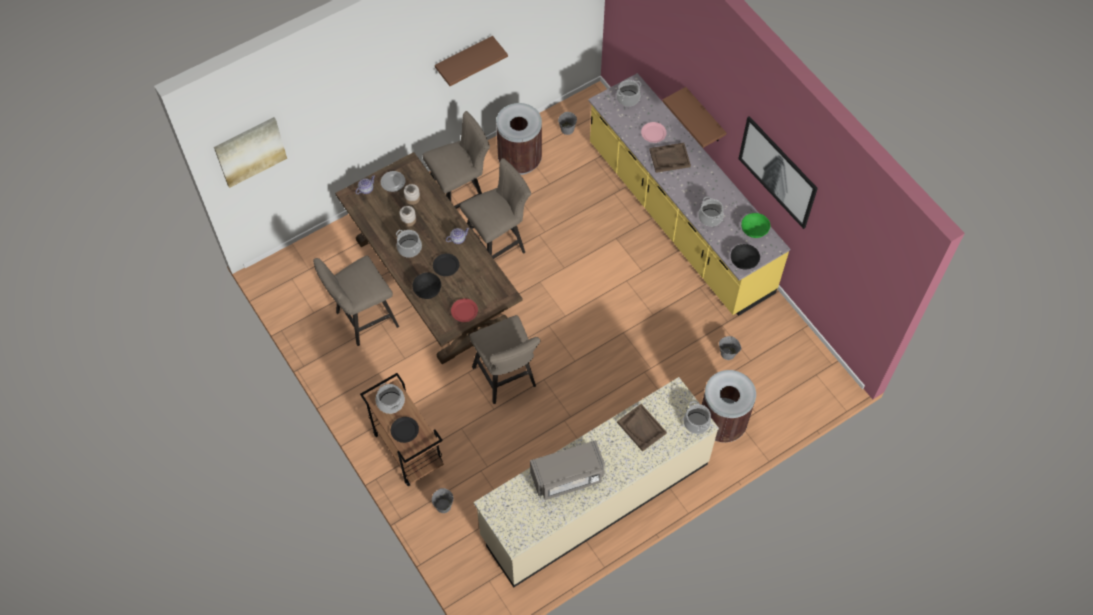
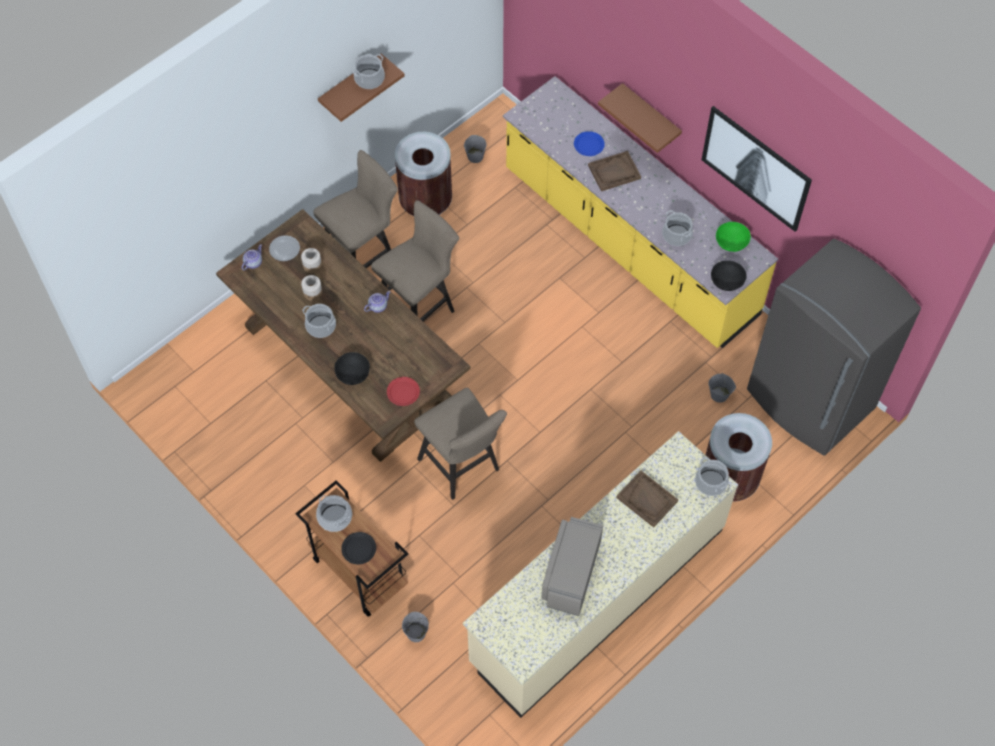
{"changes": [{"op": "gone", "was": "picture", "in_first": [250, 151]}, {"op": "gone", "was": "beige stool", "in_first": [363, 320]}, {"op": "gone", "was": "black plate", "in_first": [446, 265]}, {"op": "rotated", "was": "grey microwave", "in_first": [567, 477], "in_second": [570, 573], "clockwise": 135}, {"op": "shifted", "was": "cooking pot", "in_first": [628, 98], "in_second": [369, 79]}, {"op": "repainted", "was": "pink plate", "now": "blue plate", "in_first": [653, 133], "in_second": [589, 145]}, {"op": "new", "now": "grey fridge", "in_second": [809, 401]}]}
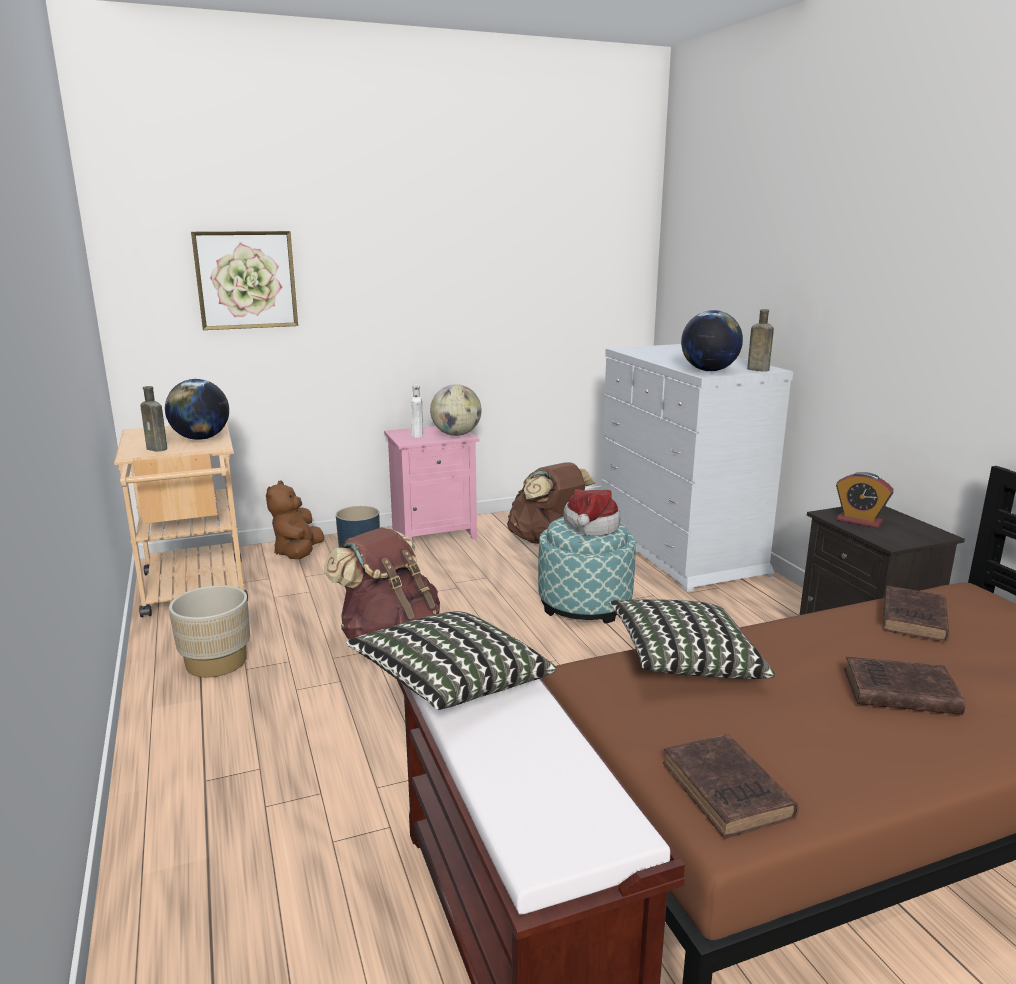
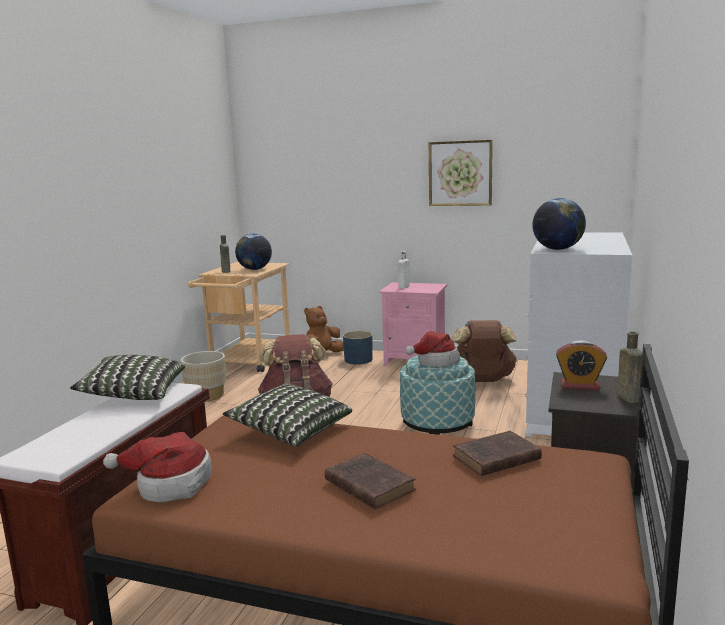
{"changes": [{"op": "shifted", "was": "picture", "in_first": [246, 280], "in_second": [460, 173]}, {"op": "gone", "was": "globe", "in_first": [456, 434]}, {"op": "swapped", "was": "brown book", "now": "hat", "in_first": [728, 792], "in_second": [169, 485]}, {"op": "shifted", "was": "brown bottle", "in_first": [756, 369], "in_second": [627, 397]}, {"op": "rotated", "was": "alarm clock", "in_first": [859, 521], "in_second": [579, 386], "clockwise": -60}]}
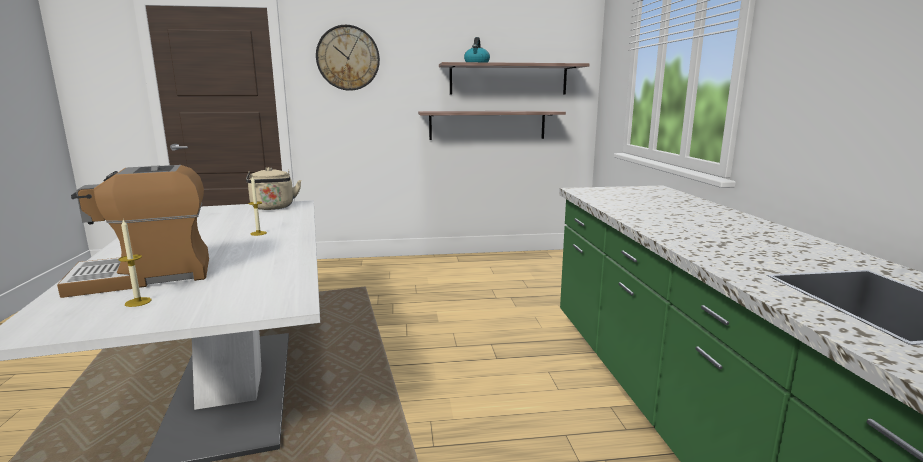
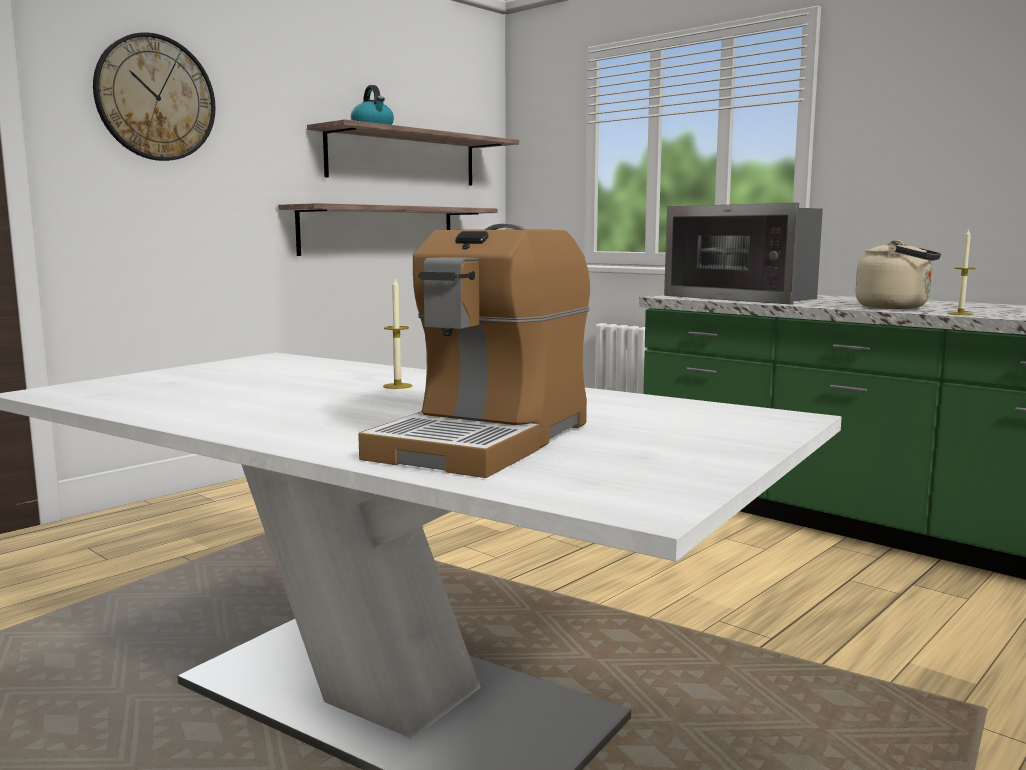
{"changes": [{"op": "shifted", "was": "candle", "in_first": [138, 302], "in_second": [960, 314]}, {"op": "shifted", "was": "beige kettle", "in_first": [273, 208], "in_second": [896, 307]}, {"op": "new", "now": "microwave", "in_second": [745, 297]}]}
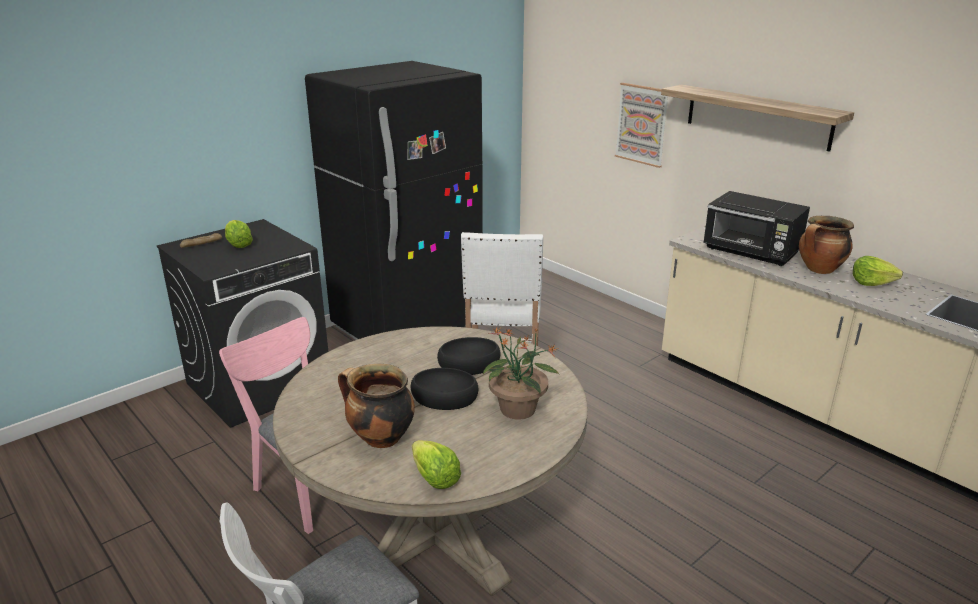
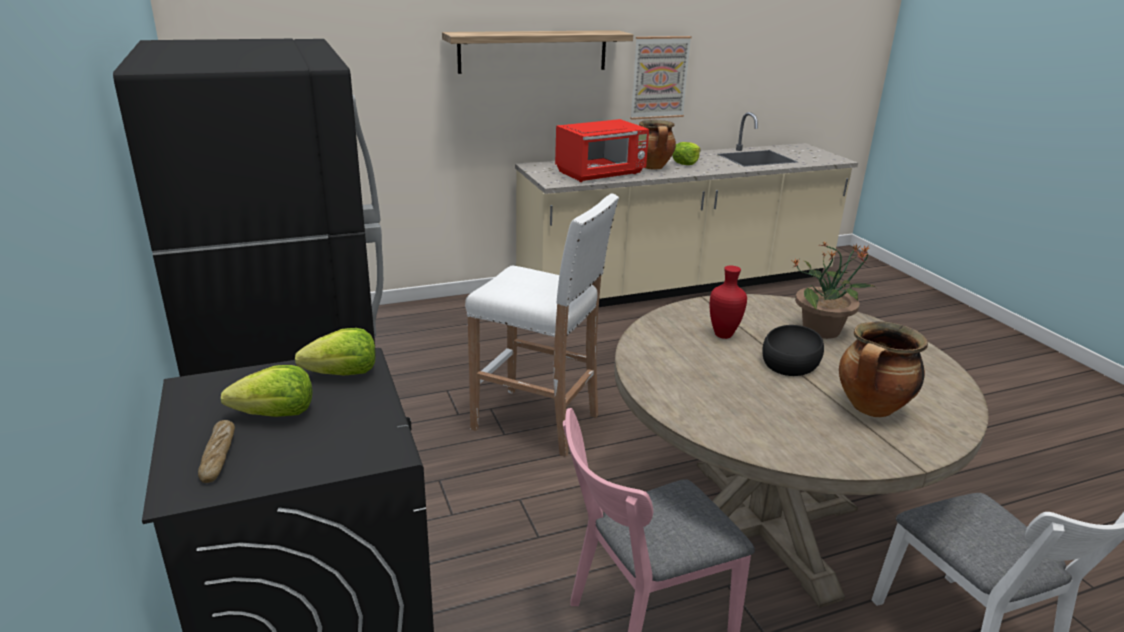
{"changes": [{"op": "shifted", "was": "lettuce", "in_first": [434, 478], "in_second": [343, 374]}, {"op": "swapped", "was": "black bowl", "now": "red vase", "in_first": [468, 364], "in_second": [724, 335]}, {"op": "shifted", "was": "picture", "in_first": [642, 124], "in_second": [659, 77]}, {"op": "repainted", "was": "black microwave", "now": "red microwave", "in_first": [751, 252], "in_second": [601, 174]}]}
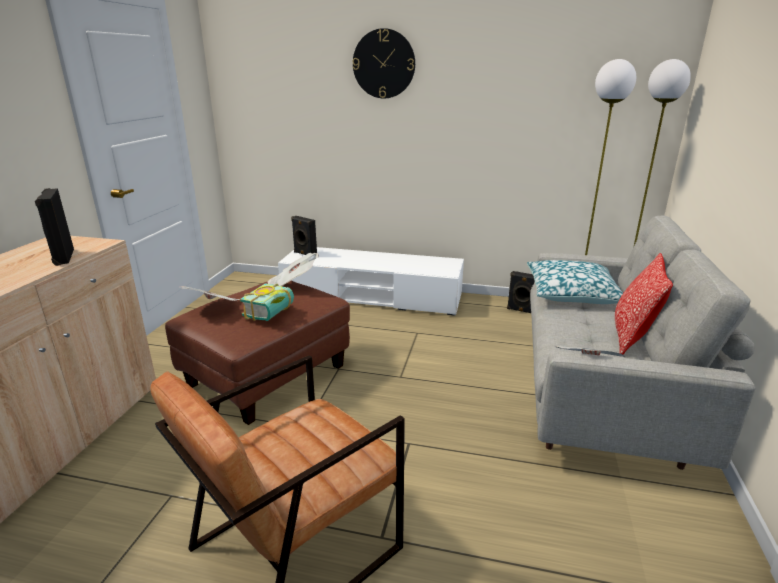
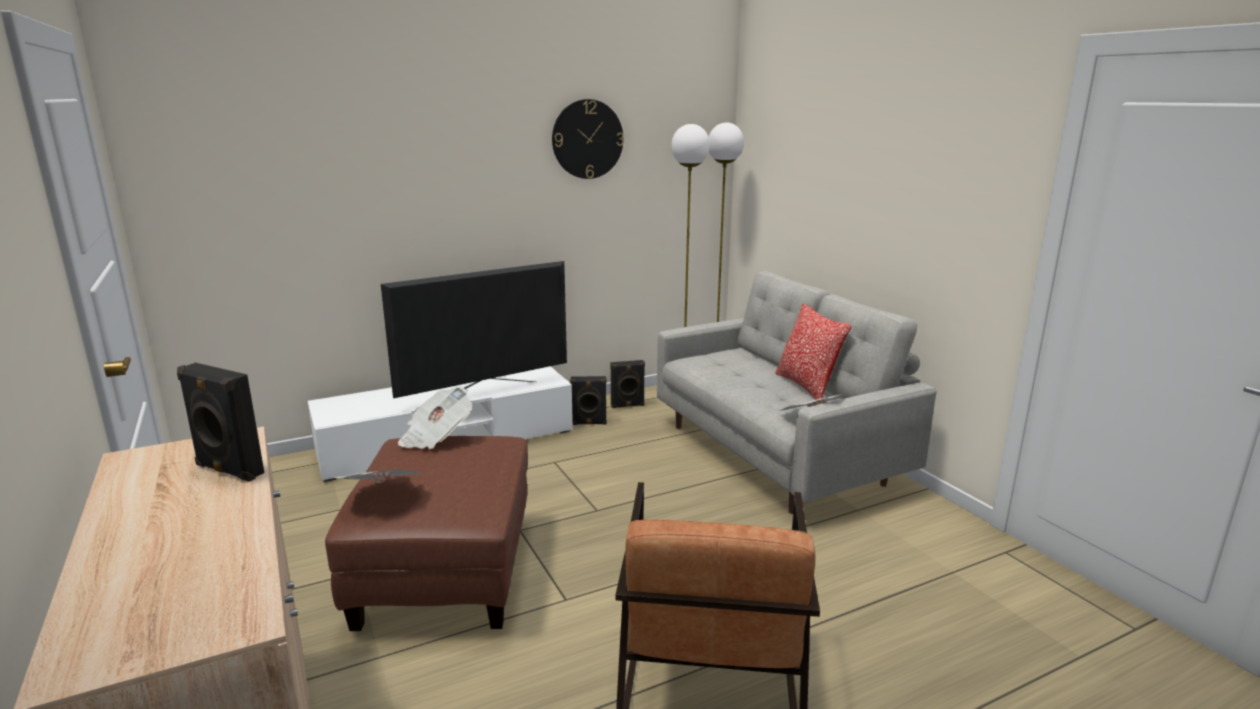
{"changes": [{"op": "gone", "was": "book", "in_first": [273, 313]}, {"op": "shifted", "was": "black speaker", "in_first": [304, 254], "in_second": [589, 423]}, {"op": "shifted", "was": "wall clock", "in_first": [384, 64], "in_second": [587, 139]}, {"op": "gone", "was": "pillow", "in_first": [572, 293]}, {"op": "new", "now": "television", "in_second": [485, 392]}]}
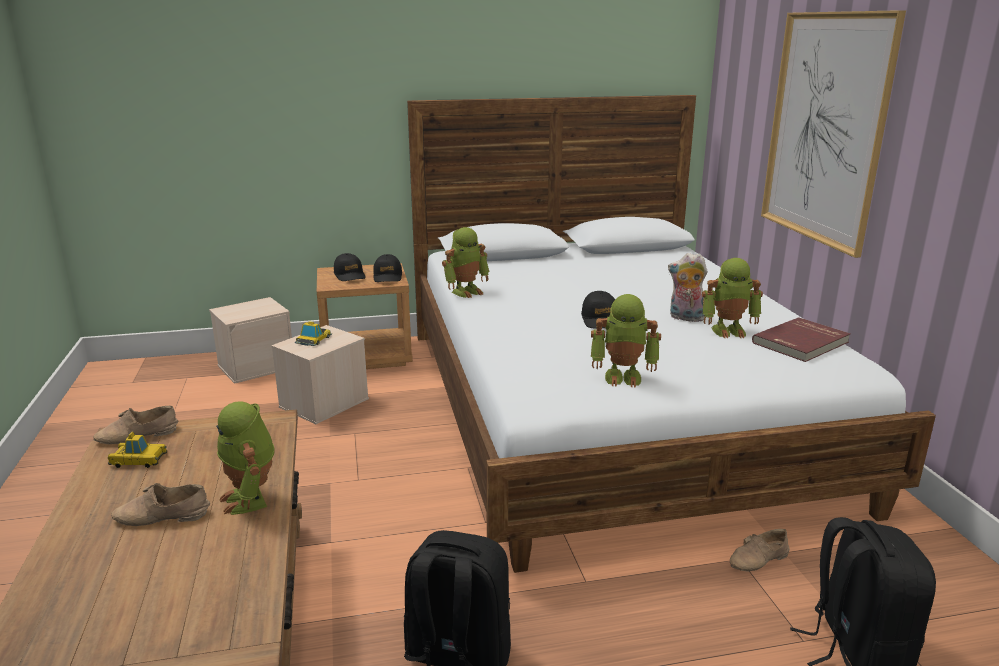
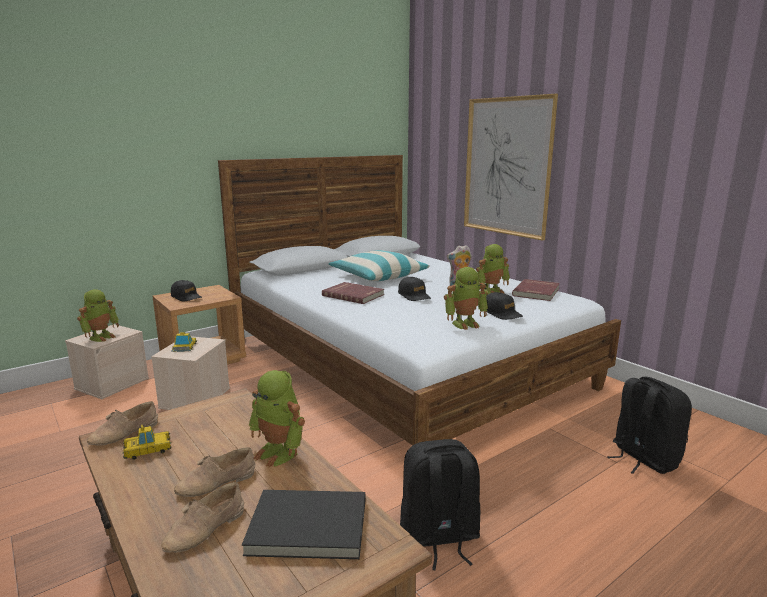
{"changes": [{"op": "shifted", "was": "black cap", "in_first": [388, 276], "in_second": [502, 313]}, {"op": "shifted", "was": "toy robot", "in_first": [466, 291], "in_second": [101, 337]}, {"op": "shifted", "was": "beige shoe", "in_first": [759, 559], "in_second": [206, 529]}, {"op": "new", "now": "black book", "in_second": [307, 528]}, {"op": "new", "now": "red book", "in_second": [353, 295]}, {"op": "new", "now": "pillow", "in_second": [378, 276]}]}
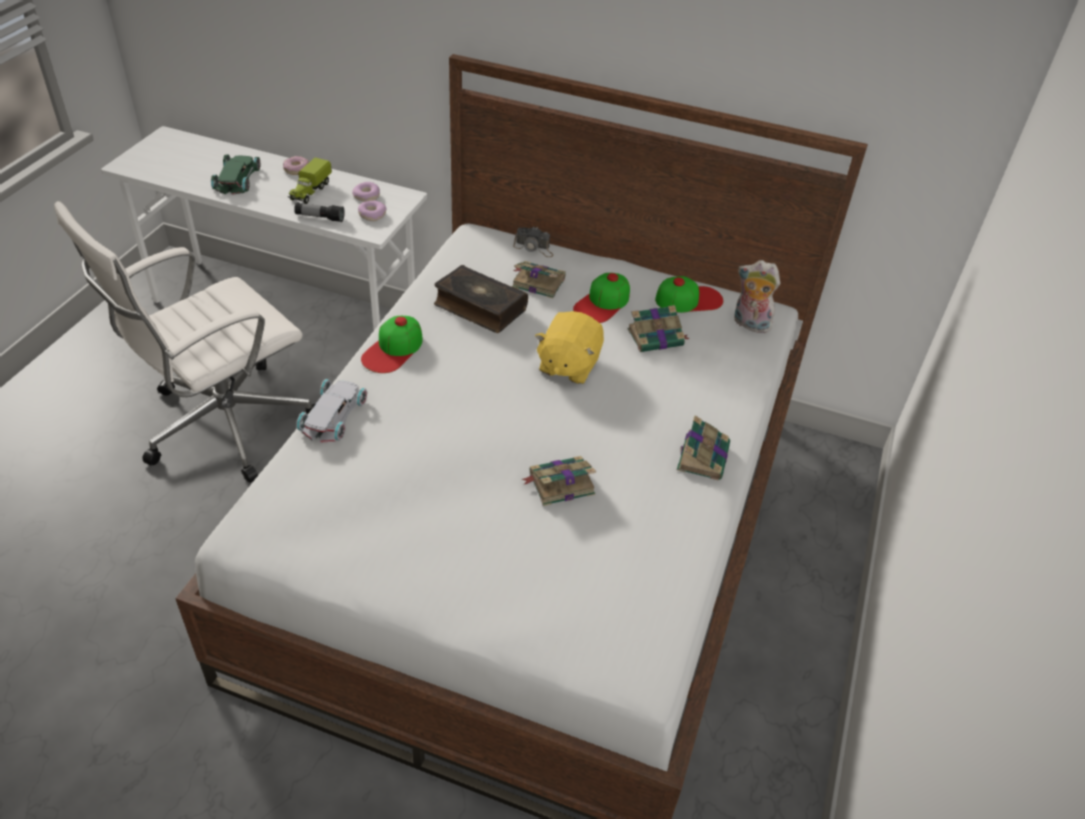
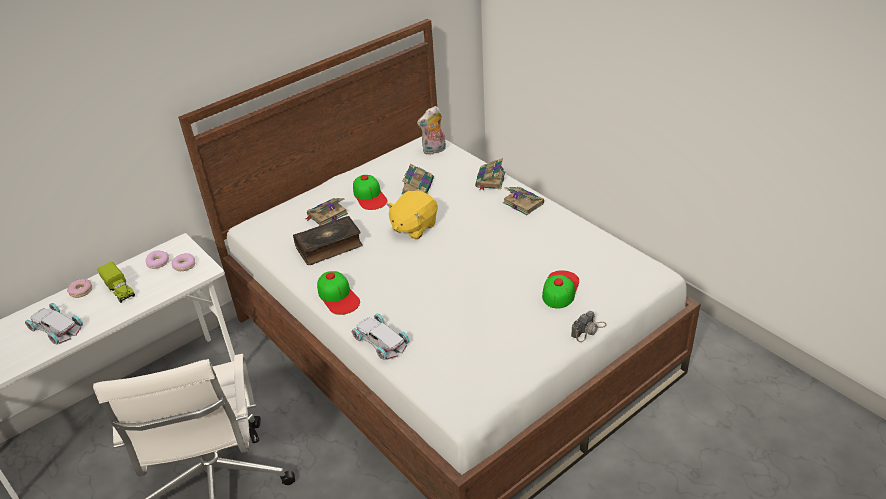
{"changes": [{"op": "repainted", "was": "green toy car", "now": "white toy car", "in_first": [238, 178], "in_second": [56, 327]}, {"op": "gone", "was": "flashlight", "in_first": [320, 218]}, {"op": "shifted", "was": "photo camera", "in_first": [534, 248], "in_second": [588, 330]}, {"op": "shifted", "was": "book", "in_first": [559, 484], "in_second": [490, 180]}, {"op": "rotated", "was": "yellow plush toy", "in_first": [568, 365], "in_second": [413, 227], "clockwise": 75}, {"op": "shifted", "was": "cap", "in_first": [689, 299], "in_second": [560, 289]}]}
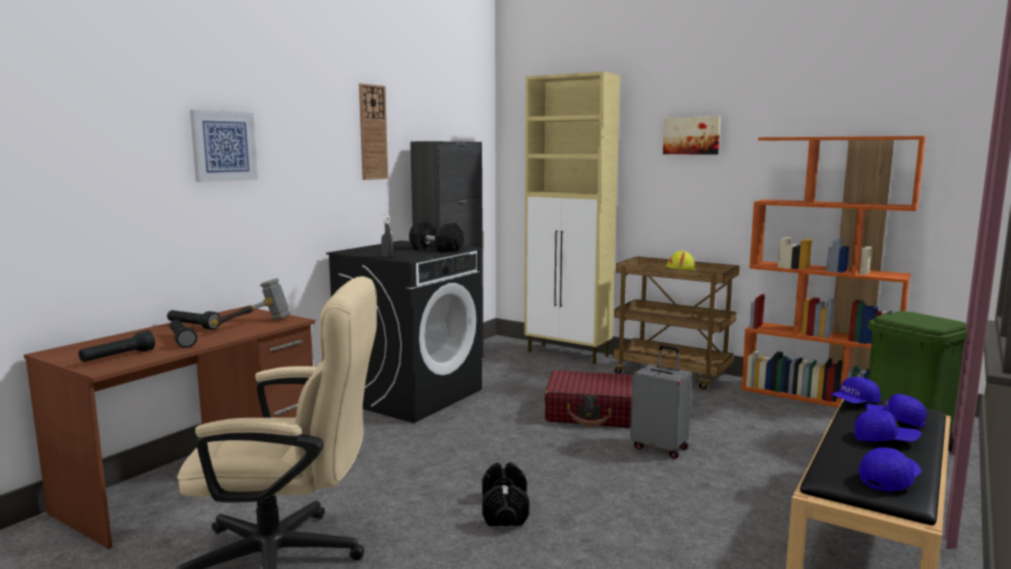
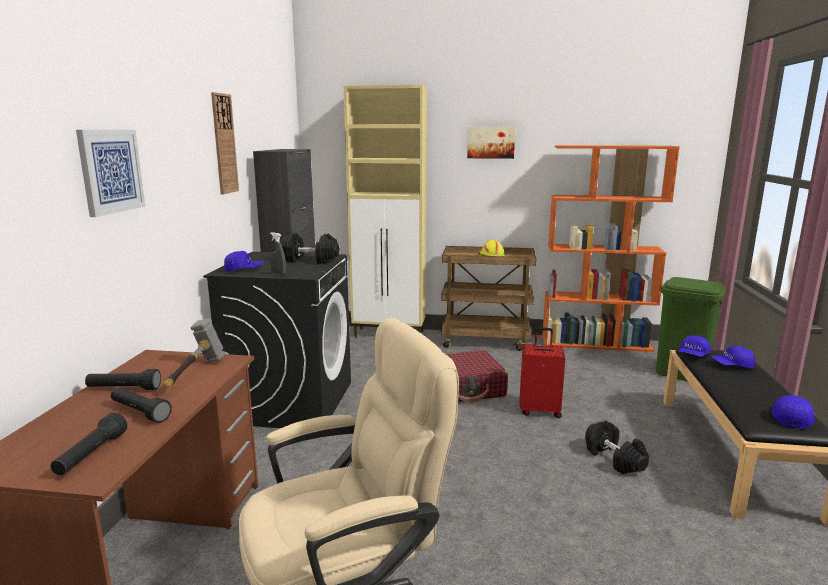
{"changes": [{"op": "shifted", "was": "black dumbbell", "in_first": [505, 511], "in_second": [615, 459]}, {"op": "repainted", "was": "grey suitcase", "now": "red suitcase", "in_first": [660, 447], "in_second": [540, 410]}, {"op": "shifted", "was": "blue cap", "in_first": [885, 440], "in_second": [244, 270]}]}
